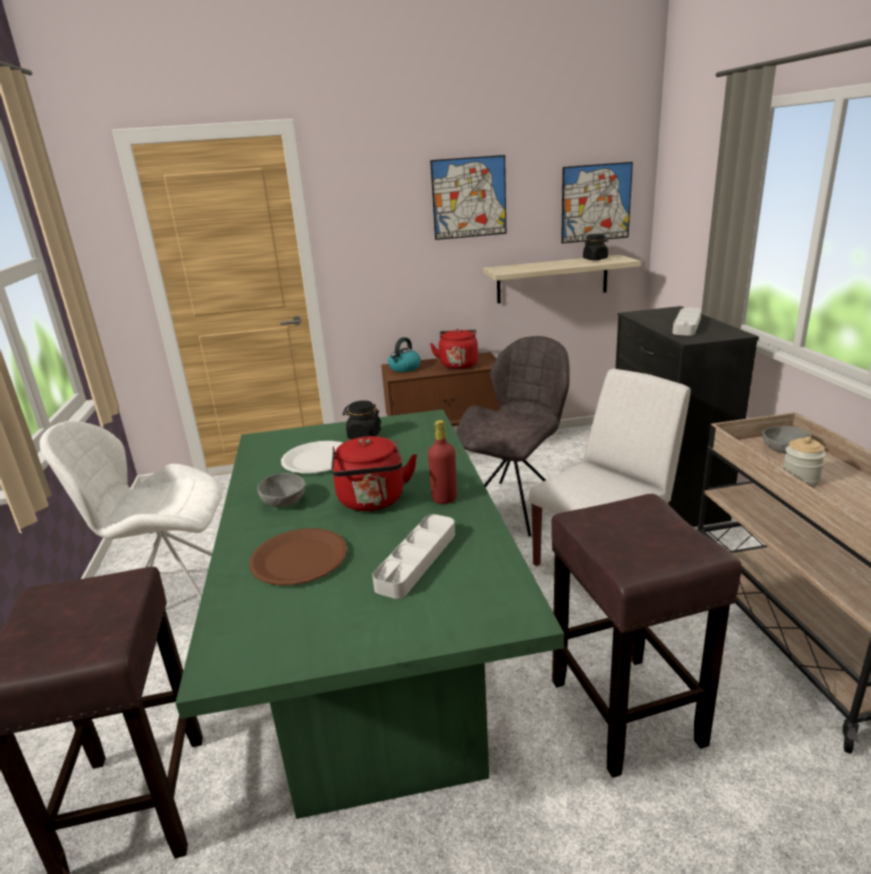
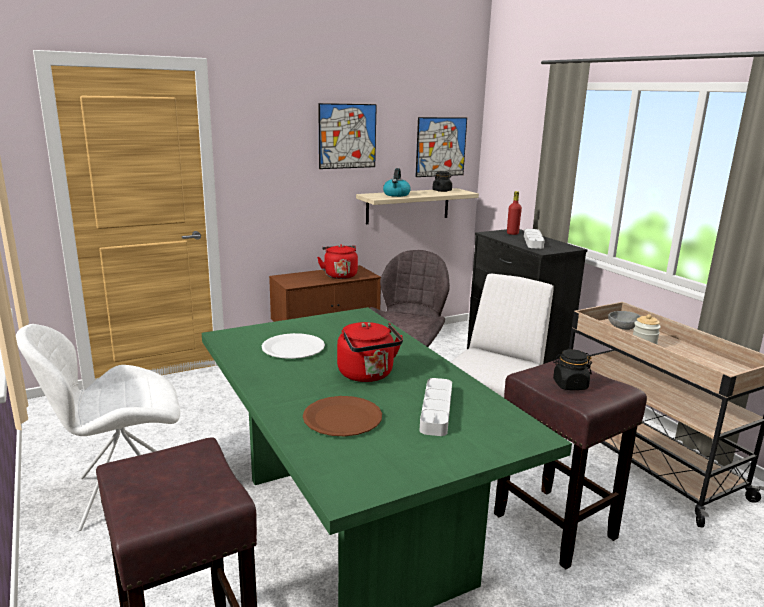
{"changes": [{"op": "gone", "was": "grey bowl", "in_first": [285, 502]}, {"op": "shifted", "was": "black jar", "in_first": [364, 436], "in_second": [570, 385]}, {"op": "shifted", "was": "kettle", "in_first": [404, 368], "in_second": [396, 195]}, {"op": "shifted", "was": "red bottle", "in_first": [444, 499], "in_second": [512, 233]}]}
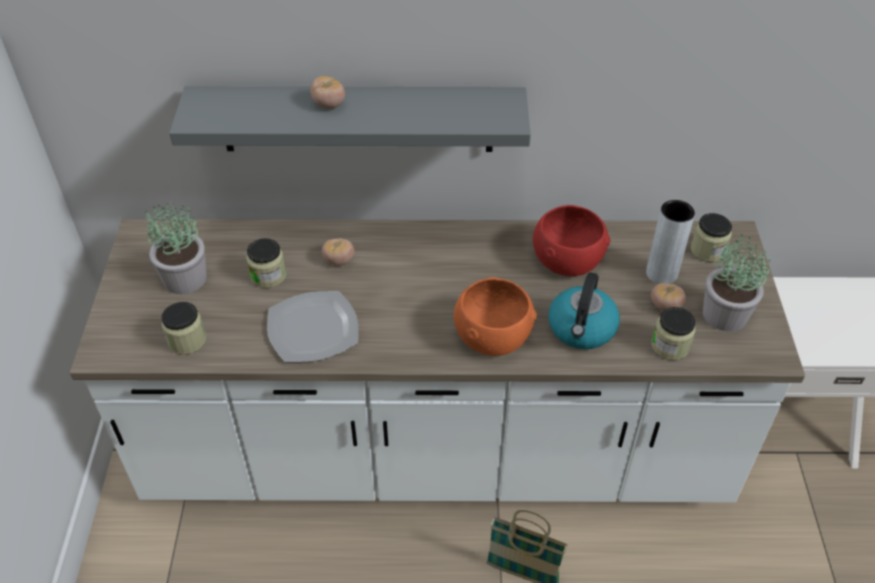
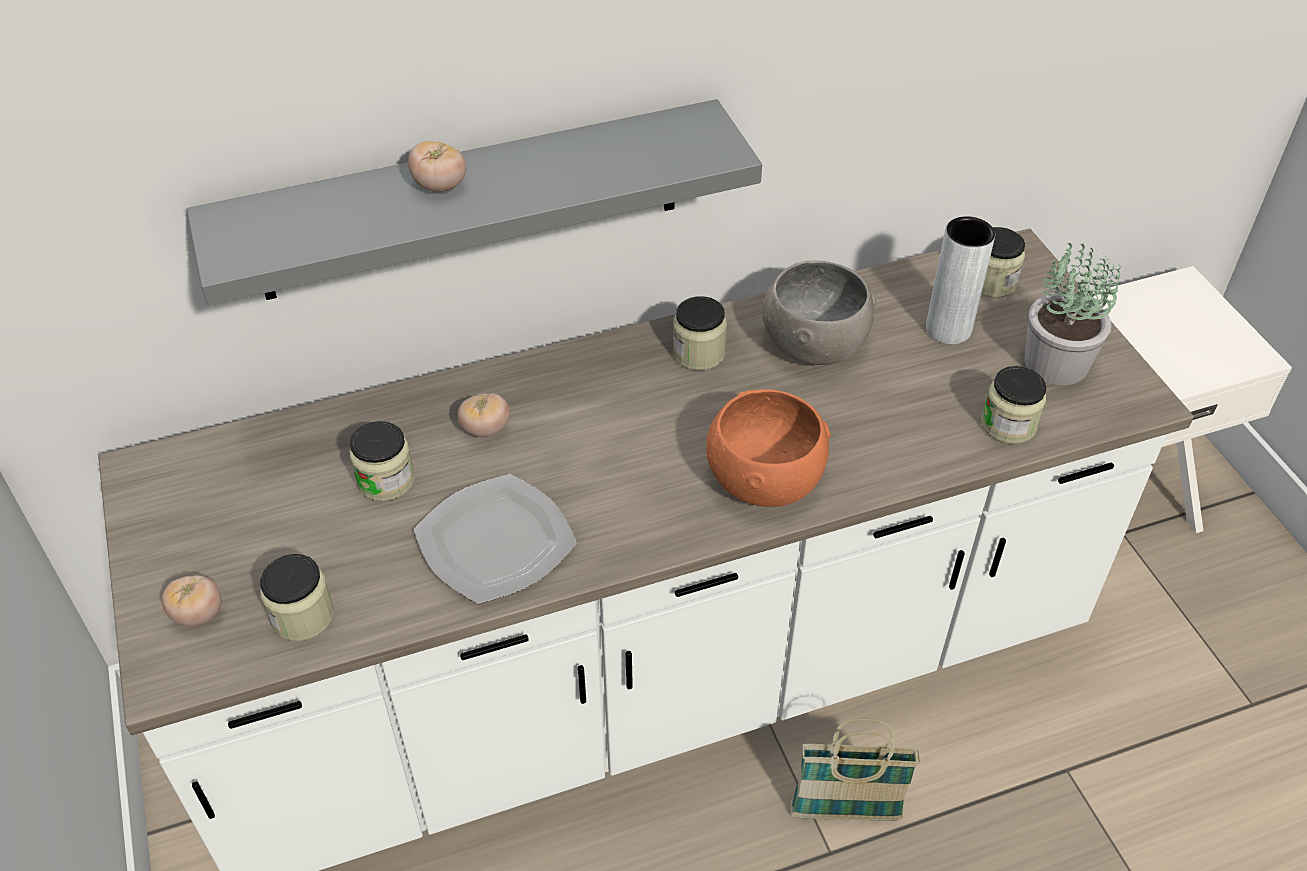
{"changes": [{"op": "gone", "was": "potted plant", "in_first": [185, 279]}, {"op": "repainted", "was": "red bowl", "now": "grey bowl", "in_first": [566, 260], "in_second": [813, 343]}, {"op": "gone", "was": "kettle", "in_first": [582, 329]}, {"op": "shifted", "was": "tomato", "in_first": [665, 306], "in_second": [198, 614]}, {"op": "new", "now": "jar", "in_second": [698, 353]}]}
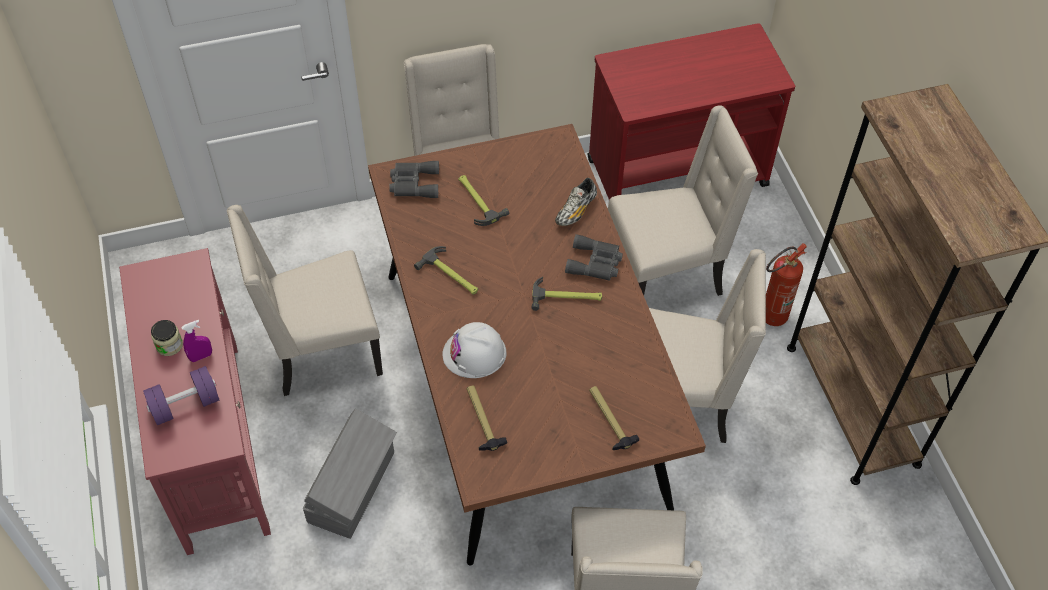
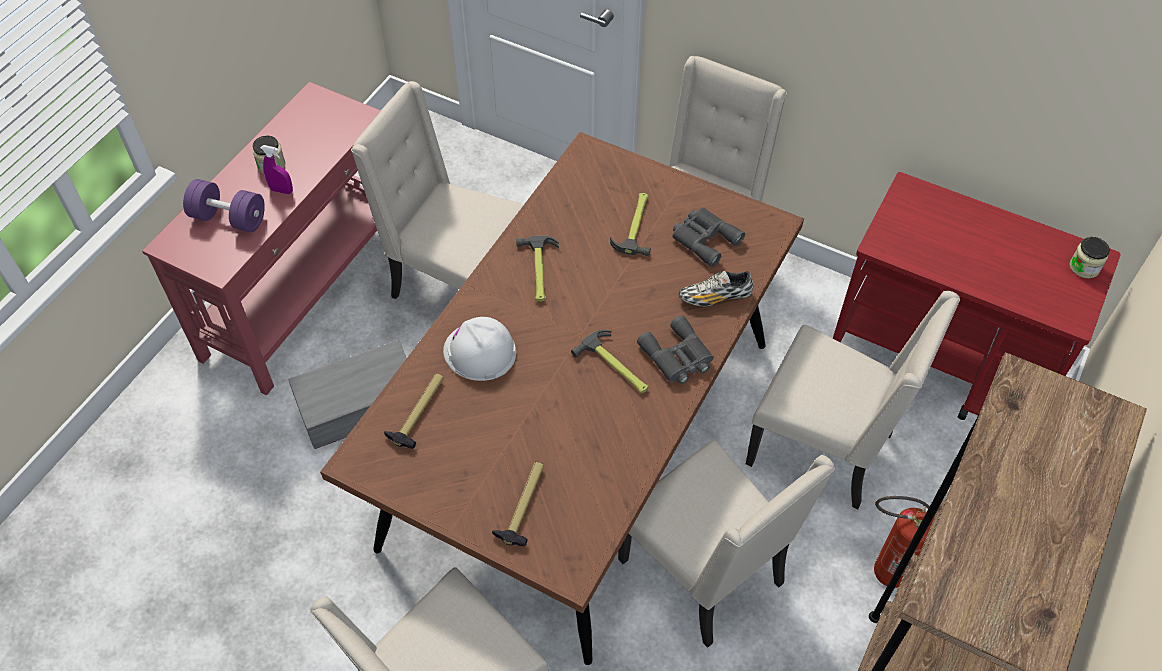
{"changes": [{"op": "shifted", "was": "grey binoculars", "in_first": [413, 183], "in_second": [704, 238]}, {"op": "new", "now": "jar", "in_second": [1084, 267]}]}
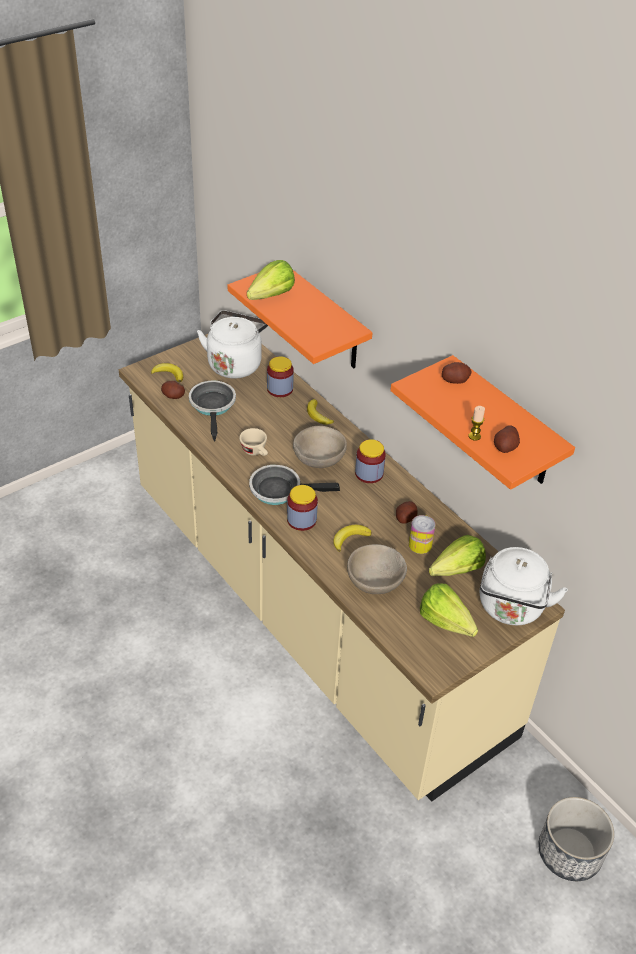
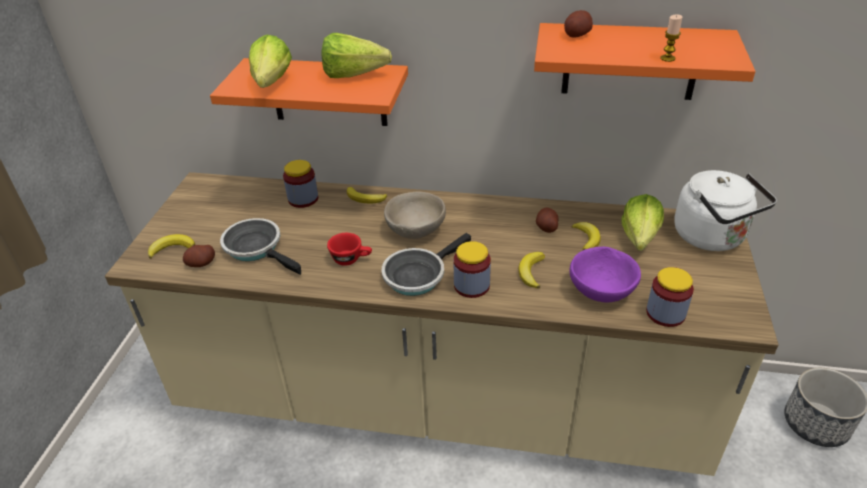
{"changes": [{"op": "gone", "was": "white kettle", "in_first": [235, 363]}, {"op": "repainted", "was": "beige cup", "now": "red cup", "in_first": [256, 452], "in_second": [351, 259]}, {"op": "repainted", "was": "beige bowl", "now": "purple bowl", "in_first": [375, 582], "in_second": [601, 291]}, {"op": "shifted", "was": "jar", "in_first": [369, 473], "in_second": [665, 313]}, {"op": "swapped", "was": "can", "now": "banana", "in_first": [420, 545], "in_second": [587, 239]}, {"op": "shifted", "was": "lettuce", "in_first": [448, 626], "in_second": [359, 76]}, {"op": "gone", "was": "potato", "in_first": [505, 447]}]}
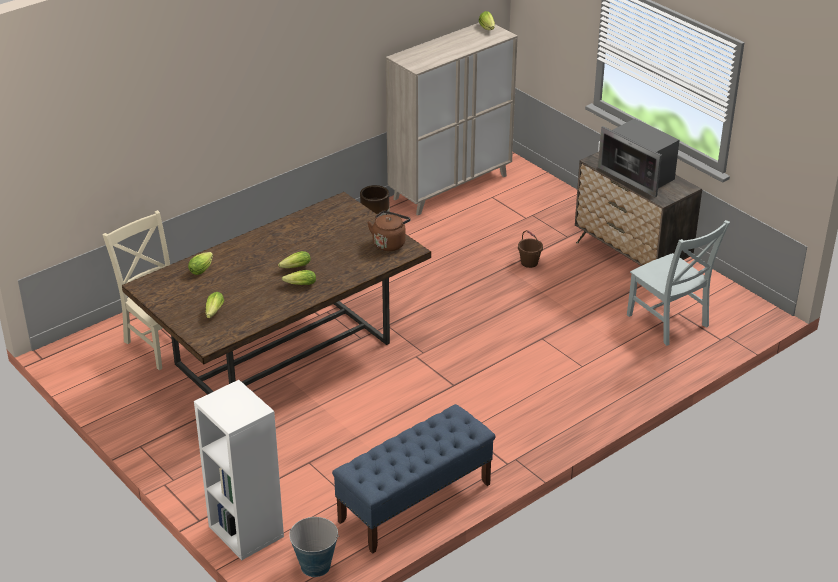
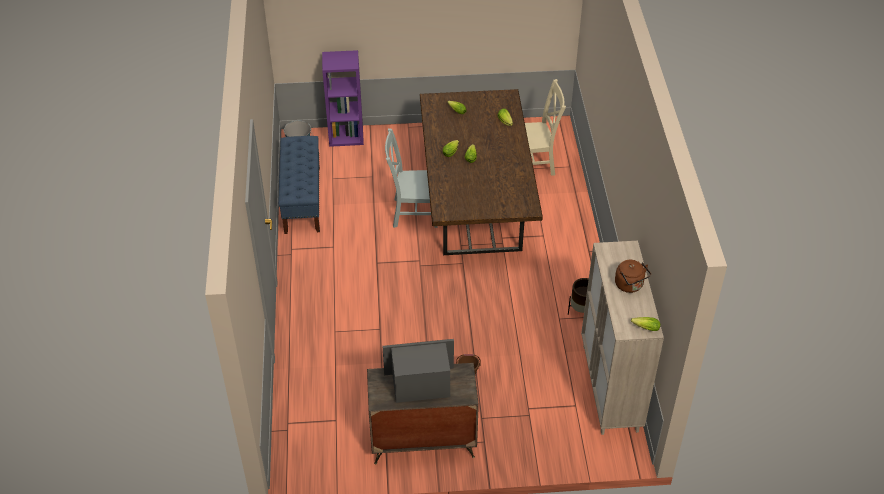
{"changes": [{"op": "repainted", "was": "white bookcase", "now": "purple bookcase", "in_first": [245, 531], "in_second": [346, 136]}, {"op": "shifted", "was": "brown kettle", "in_first": [389, 243], "in_second": [630, 285]}, {"op": "shifted", "was": "grey chair", "in_first": [669, 322], "in_second": [413, 213]}]}
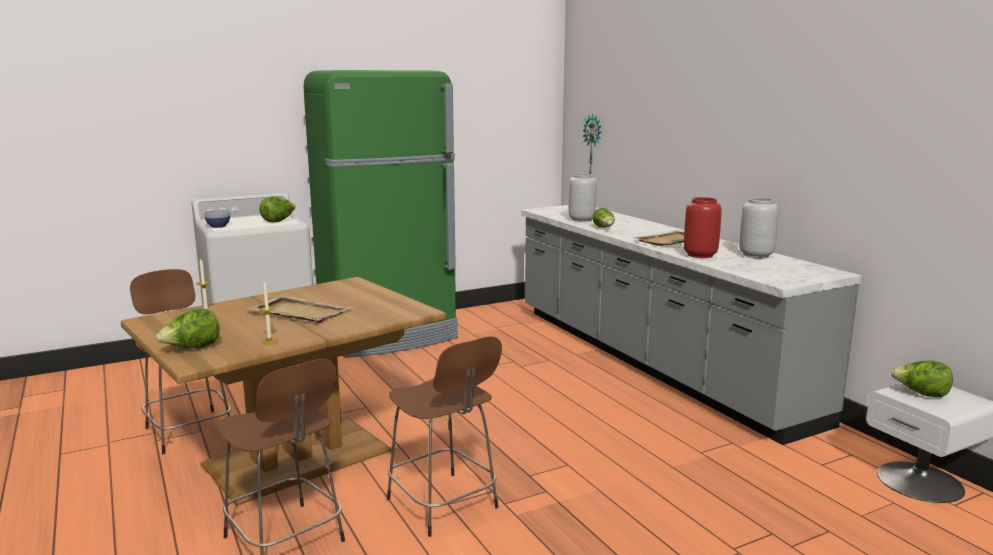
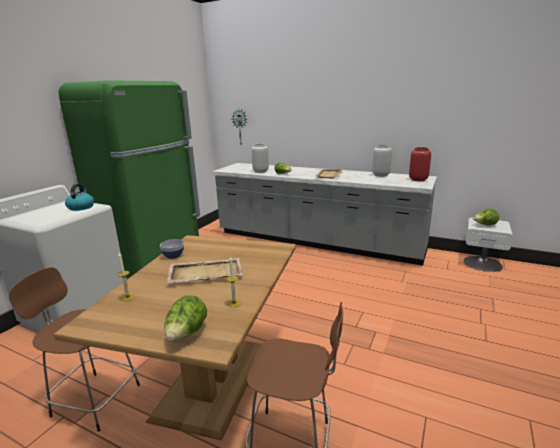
{"changes": [{"op": "shifted", "was": "bowl", "in_first": [218, 226], "in_second": [173, 256]}, {"op": "swapped", "was": "lettuce", "now": "kettle", "in_first": [278, 221], "in_second": [81, 207]}, {"op": "gone", "was": "brown stool", "in_first": [444, 505]}, {"op": "shifted", "was": "red vase", "in_first": [700, 255], "in_second": [418, 179]}]}
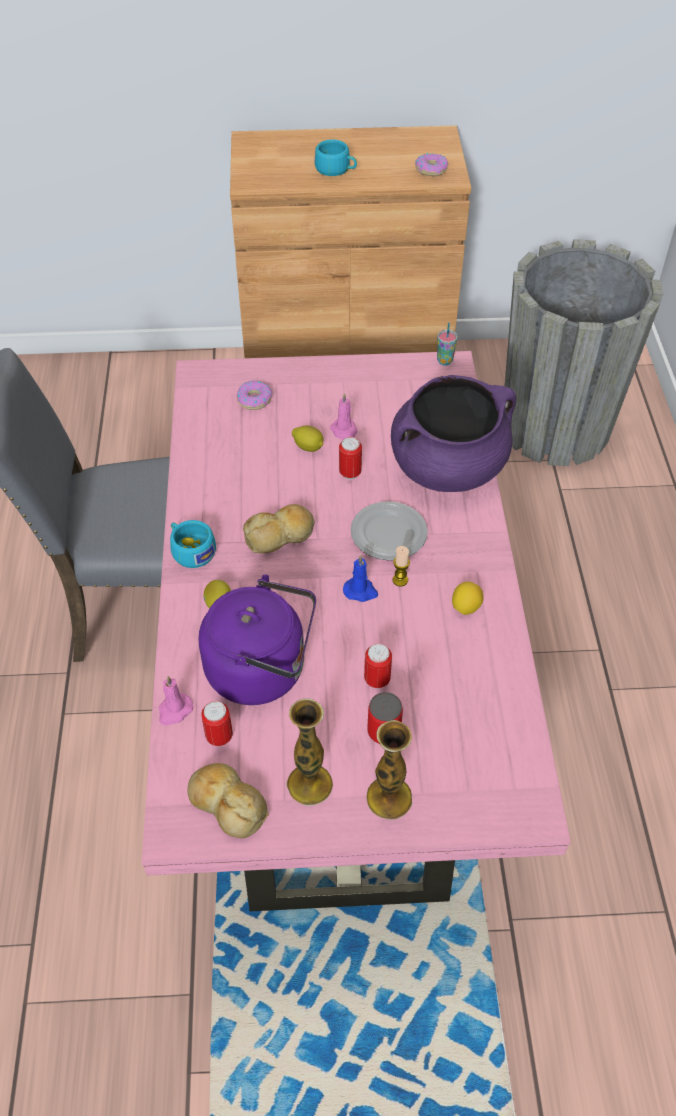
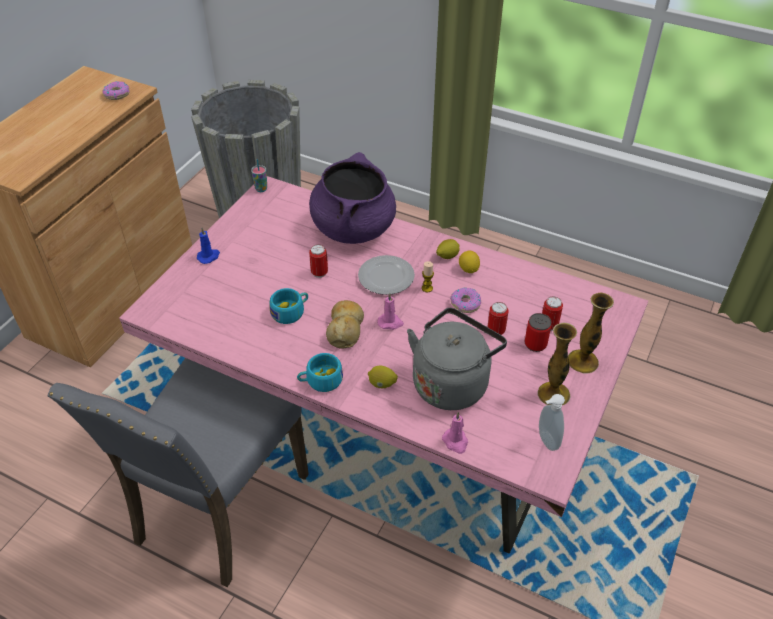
{"changes": [{"op": "swapped", "was": "bread", "now": "soap dispenser", "in_first": [227, 804], "in_second": [546, 441]}, {"op": "repainted", "was": "purple kettle", "now": "grey kettle", "in_first": [263, 669], "in_second": [452, 382]}, {"op": "shifted", "was": "can", "in_first": [219, 736], "in_second": [549, 325]}, {"op": "shifted", "was": "donut", "in_first": [254, 399], "in_second": [465, 303]}, {"op": "shifted", "was": "lemon", "in_first": [308, 447], "in_second": [447, 256]}, {"op": "shifted", "was": "turquoise cup", "in_first": [336, 169], "in_second": [291, 312]}, {"op": "shifted", "was": "pink candle", "in_first": [344, 431], "in_second": [390, 323]}, {"op": "shifted", "was": "blue candle", "in_first": [361, 591], "in_second": [209, 256]}]}
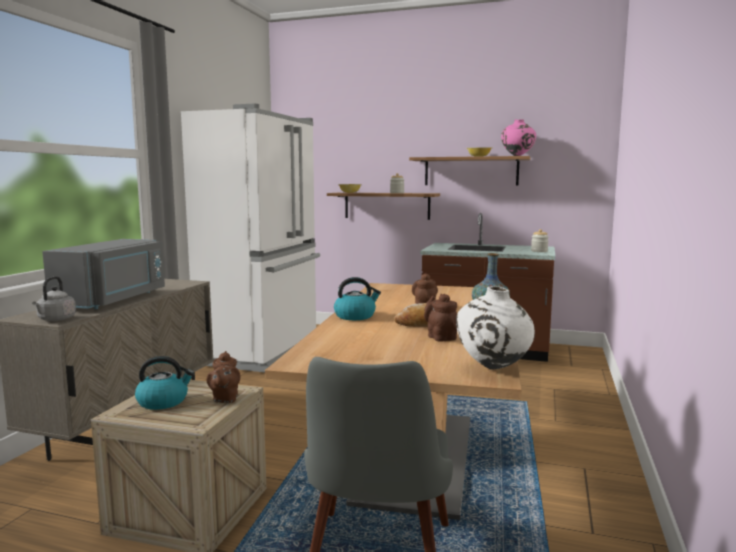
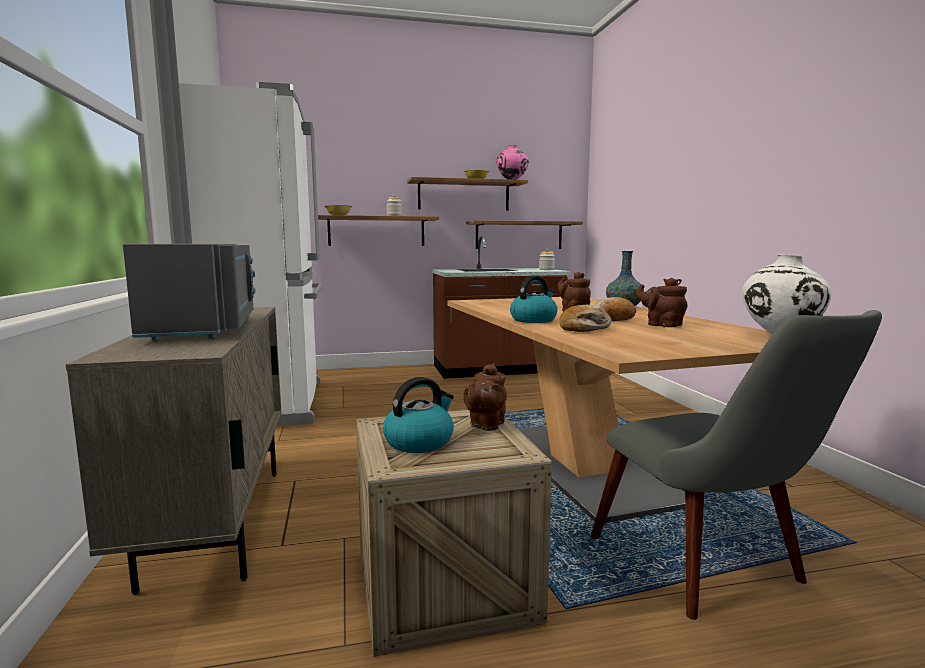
{"changes": [{"op": "gone", "was": "grey kettle", "in_first": [55, 319]}, {"op": "rotated", "was": "brown teapot", "in_first": [225, 399], "in_second": [485, 425], "clockwise": 60}, {"op": "new", "now": "shelf", "in_second": [519, 235]}, {"op": "new", "now": "bread", "in_second": [585, 329]}]}
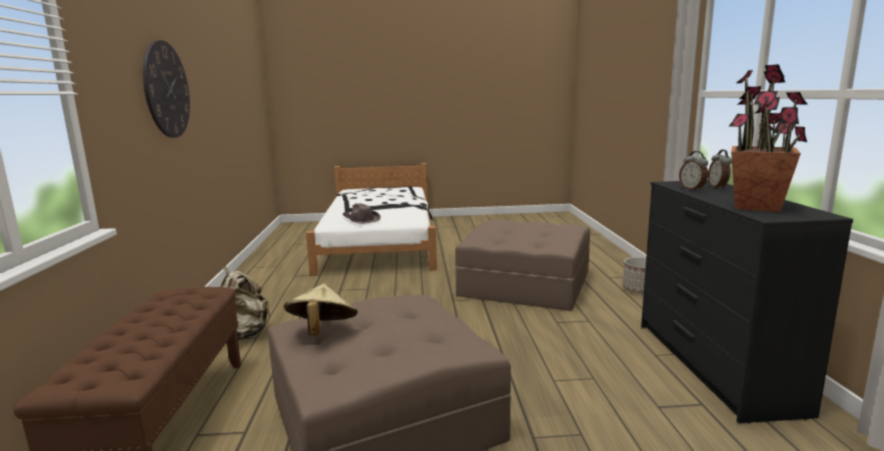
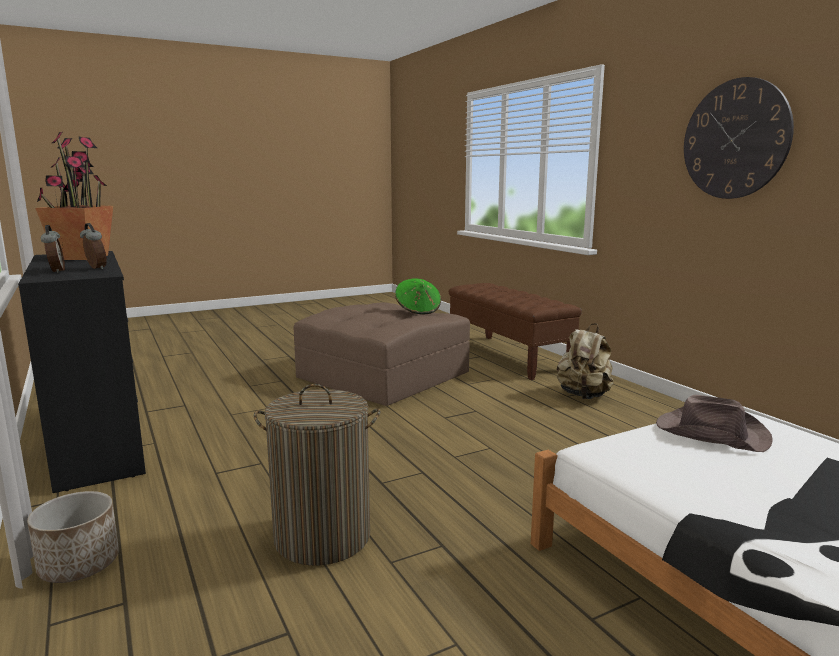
{"changes": [{"op": "repainted", "was": "beige hat", "now": "green hat", "in_first": [322, 331], "in_second": [418, 310]}, {"op": "swapped", "was": "brown ottoman", "now": "laundry basket", "in_first": [524, 283], "in_second": [323, 537]}]}
